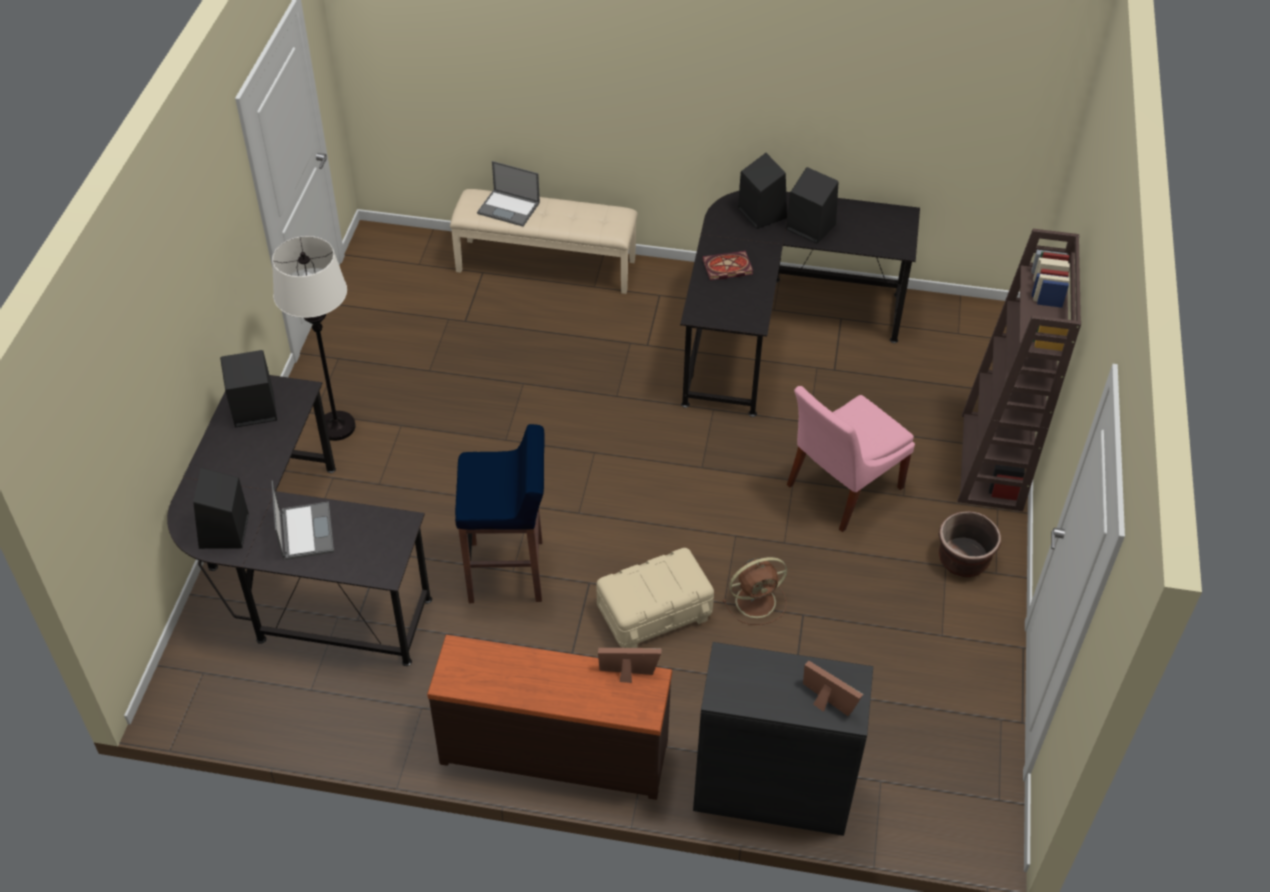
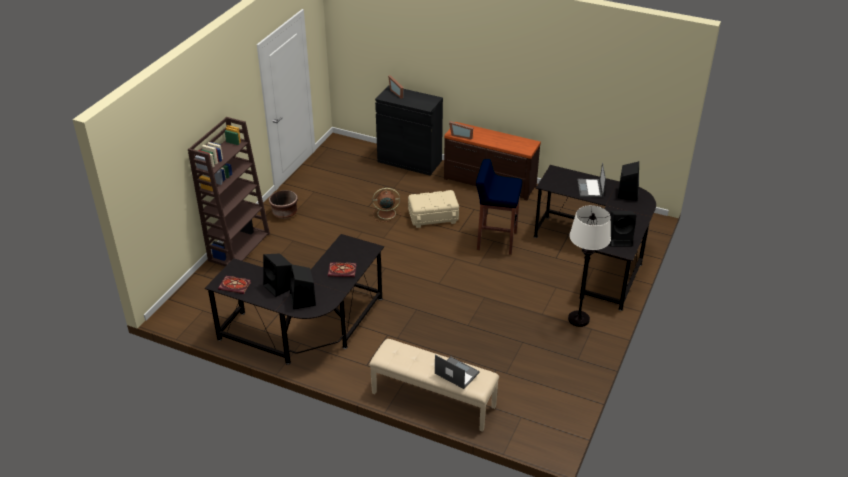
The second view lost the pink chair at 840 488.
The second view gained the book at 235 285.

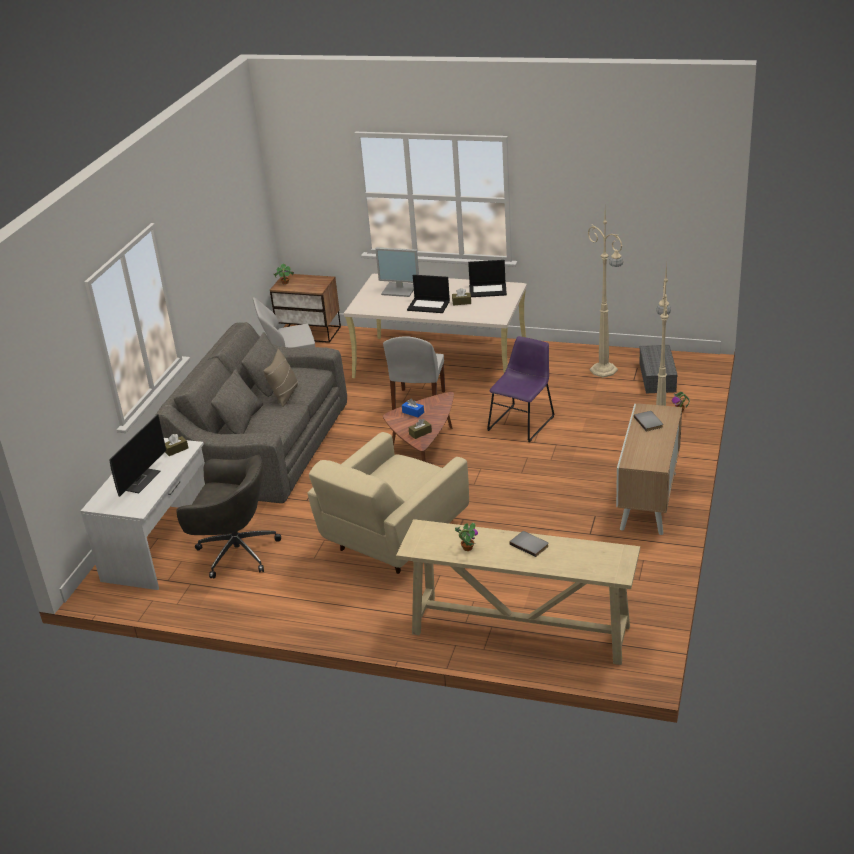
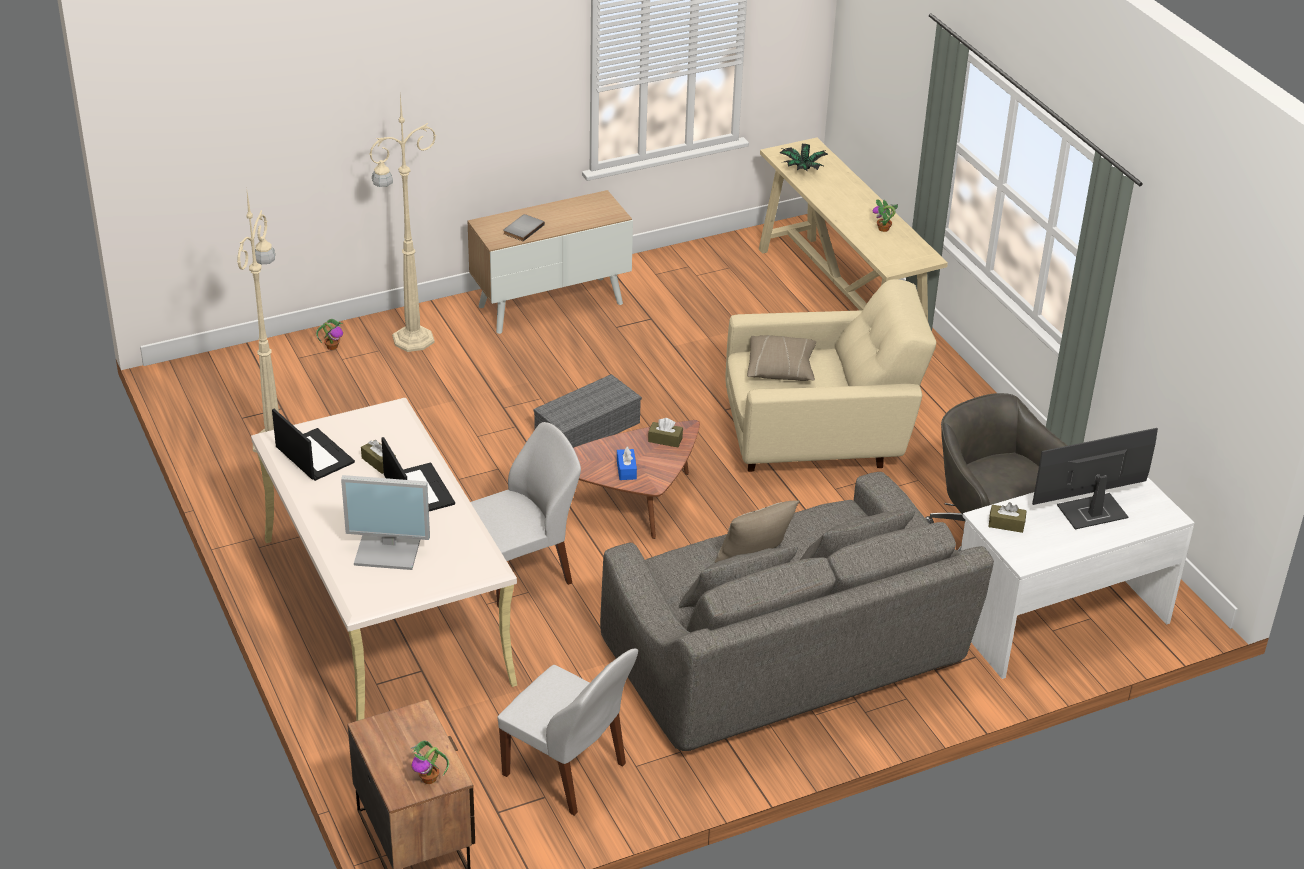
The monitor at 400 289 ended up facing another way, 120 degrees clockwise from before.
The second view lost the purple chair at 522 422.
The grey storage box ended up elsewhere, having gone from 658 377 to 588 427.
The second view lost the grey book at 530 544.
The second view gained the potted plant at 802 169.
The second view gained the beige pillow at 781 369.

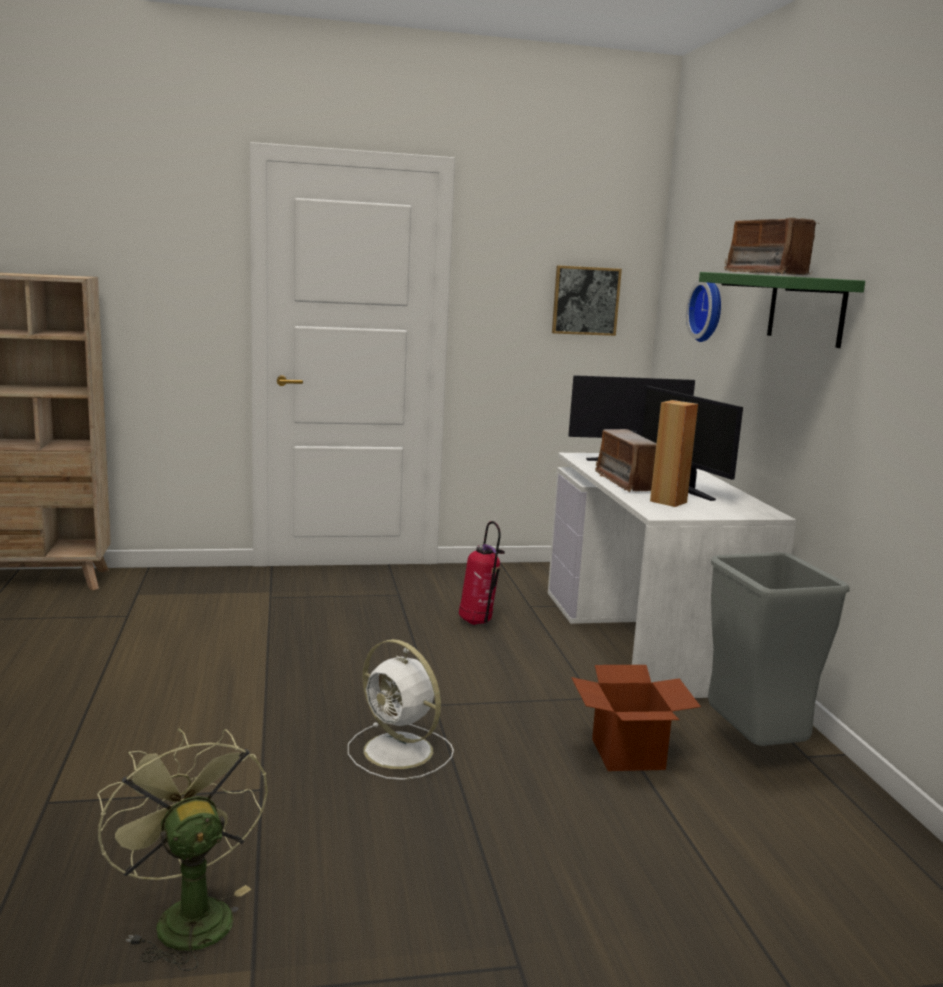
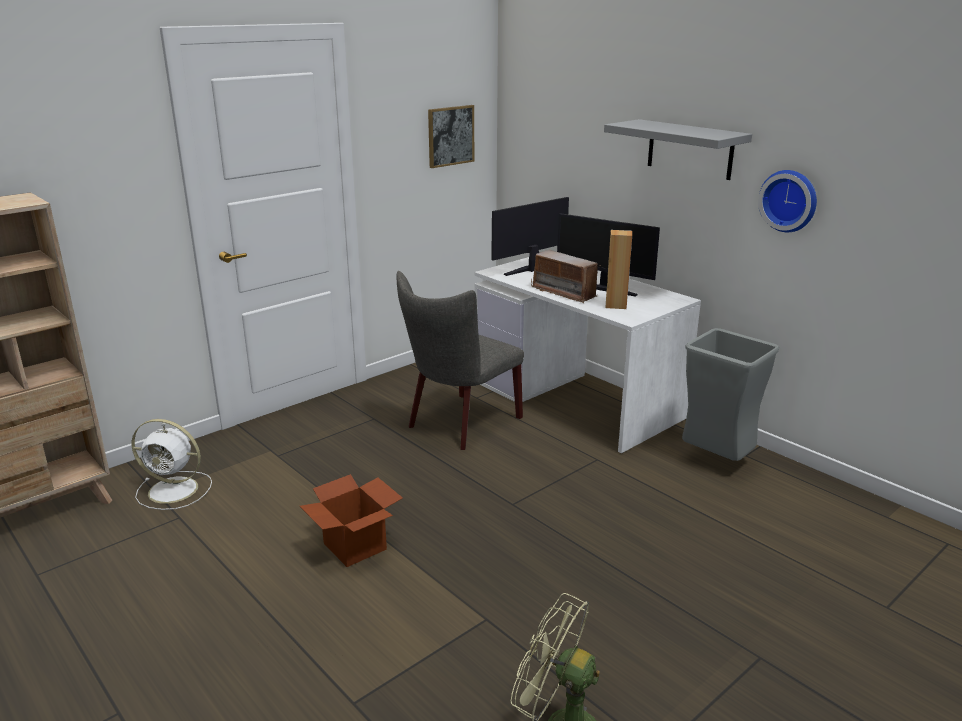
The second view lost the radio at 767 274.
What was the green shelf at 806 309 turned into the grey shelf at 690 149.
The wall clock ended up elsewhere, having gone from 709 310 to 789 200.
Where the fire extinguisher stood at 478 622, the grey chair came to stand at 459 424.
The white fan ended up elsewhere, having gone from 401 752 to 175 490.
The cardboard box ended up elsewhere, having gone from 627 754 to 354 546.

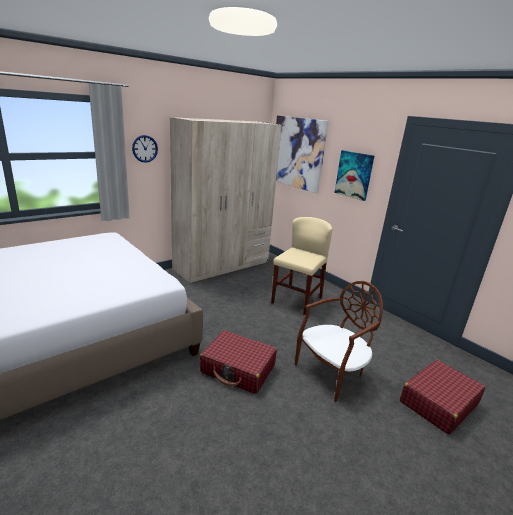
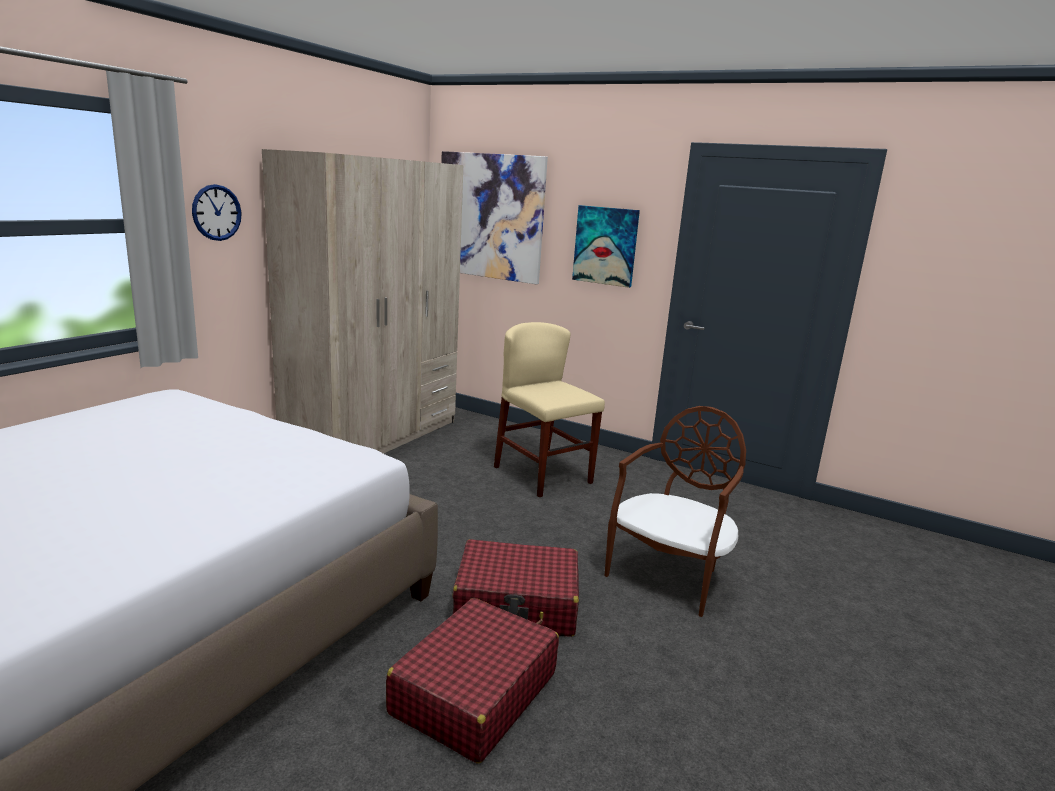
The beige chair at 297 300 ended up facing another way, 45 degrees counterclockwise from before.
The red suitcase ended up elsewhere, having gone from 438 403 to 473 693.

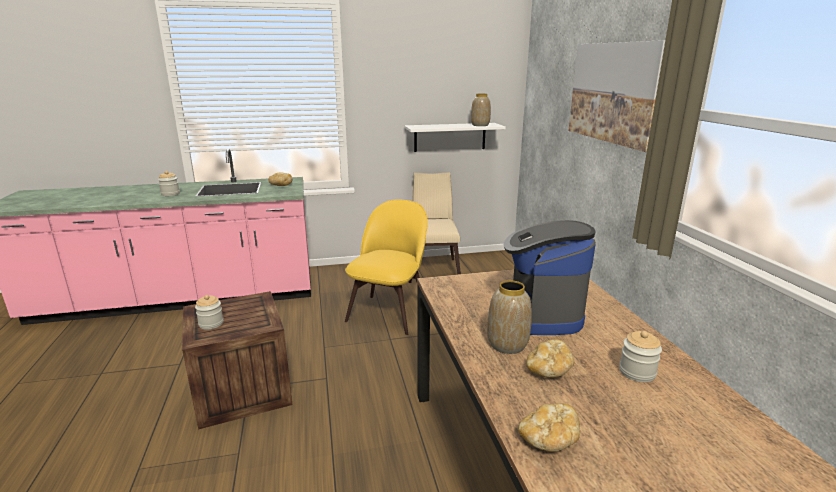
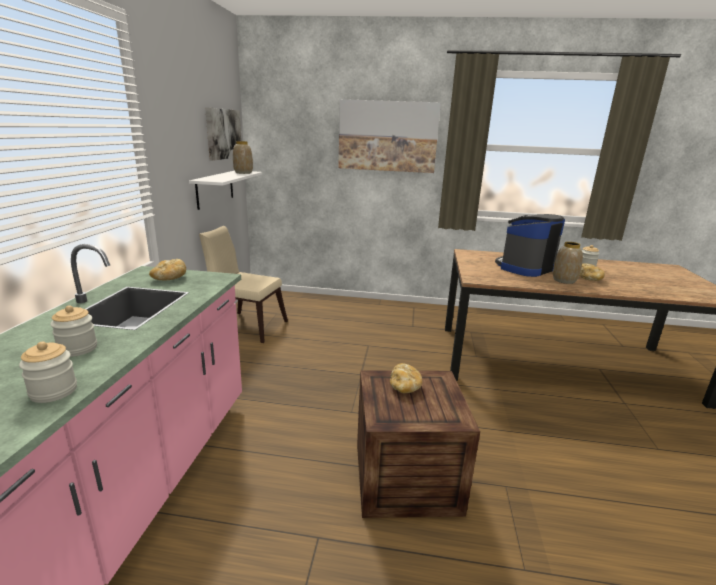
The second view lost the yellow chair at 389 312.
The coffee machine at 538 313 ended up facing another way, 120 degrees clockwise from before.
The jar ended up elsewhere, having gone from 211 324 to 53 391.
The bread ended up elsewhere, having gone from 549 440 to 404 387.
The second view gained the picture at 223 134.

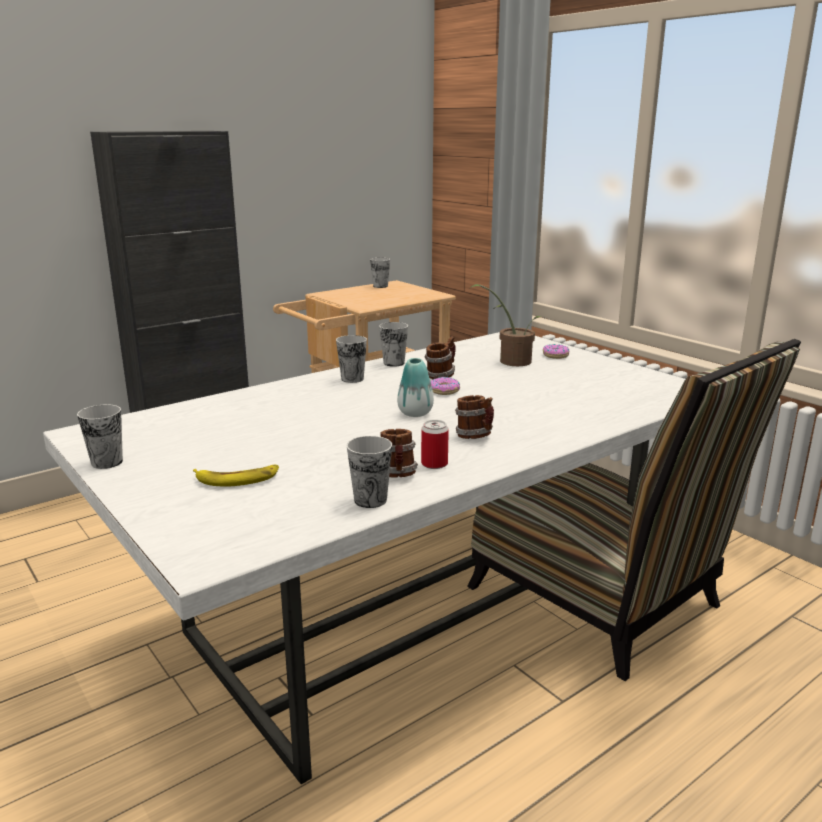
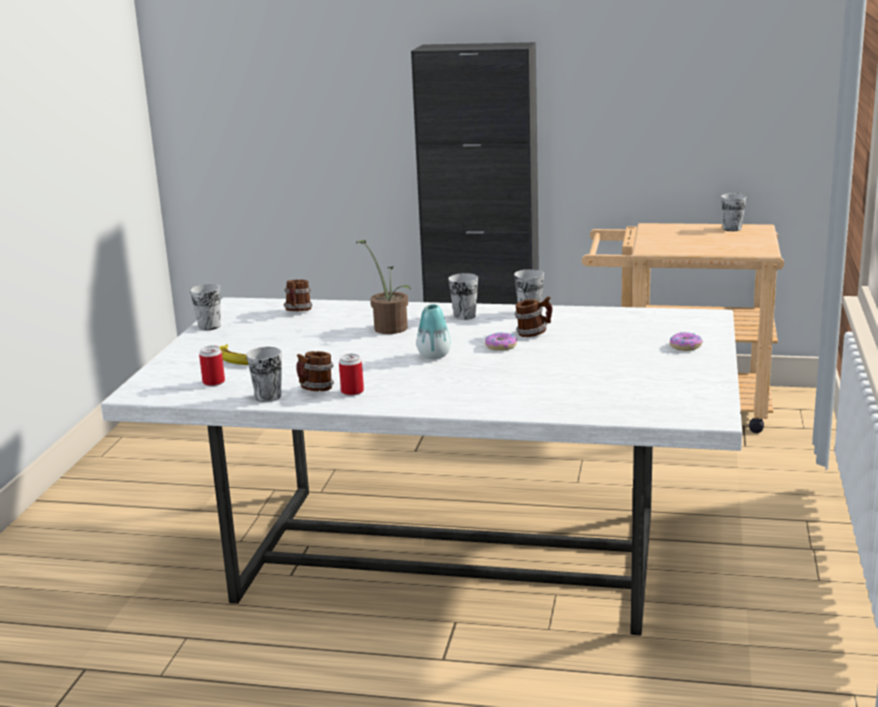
The potted plant ended up elsewhere, having gone from 510 361 to 389 326.
The second view lost the chair at 605 604.
The mug ended up elsewhere, having gone from 475 437 to 298 311.
The second view gained the can at 214 382.

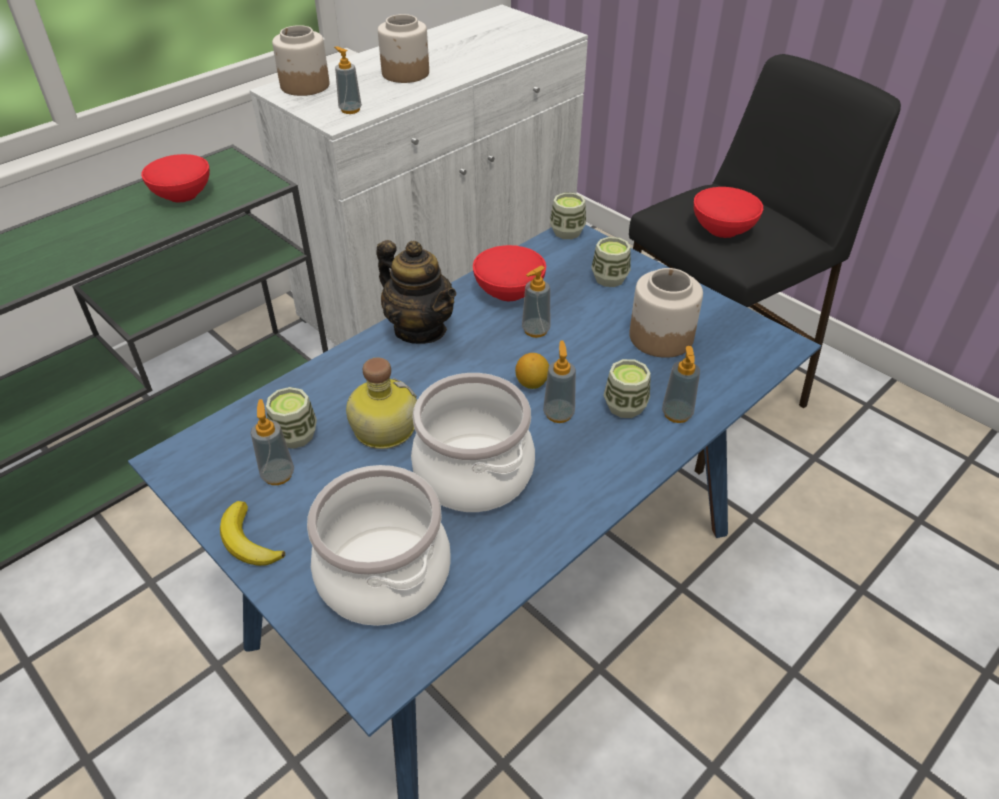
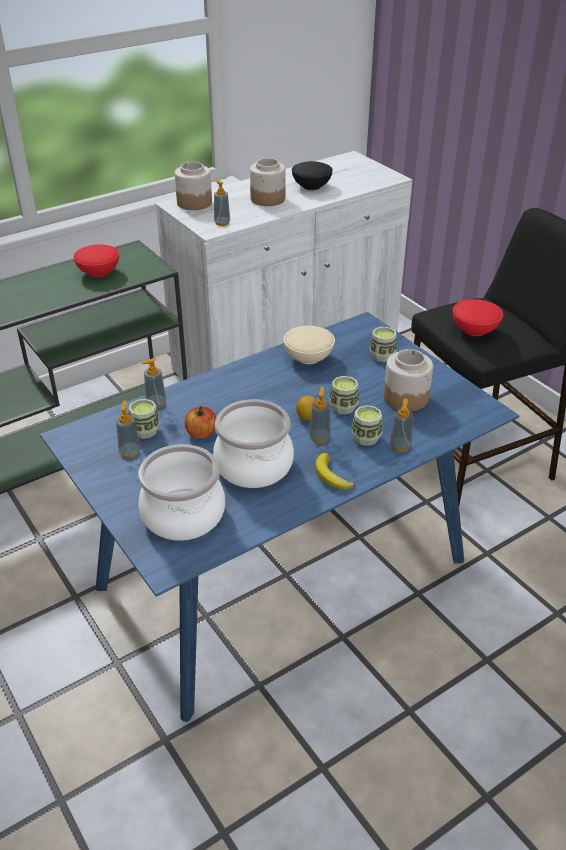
The cup ended up elsewhere, having gone from 567 232 to 343 407.
The second view lost the teapot at 420 329.
What was the red bowl at 508 292 turned into the beige bowl at 308 358.
The soap dispenser ended up elsewhere, having gone from 535 330 to 156 403.
Where the bottle stood at 382 428, the apple came to stand at 201 433.
The banana ended up elsewhere, having gone from 248 541 to 331 476.
The second view gained the black bowl at 311 186.

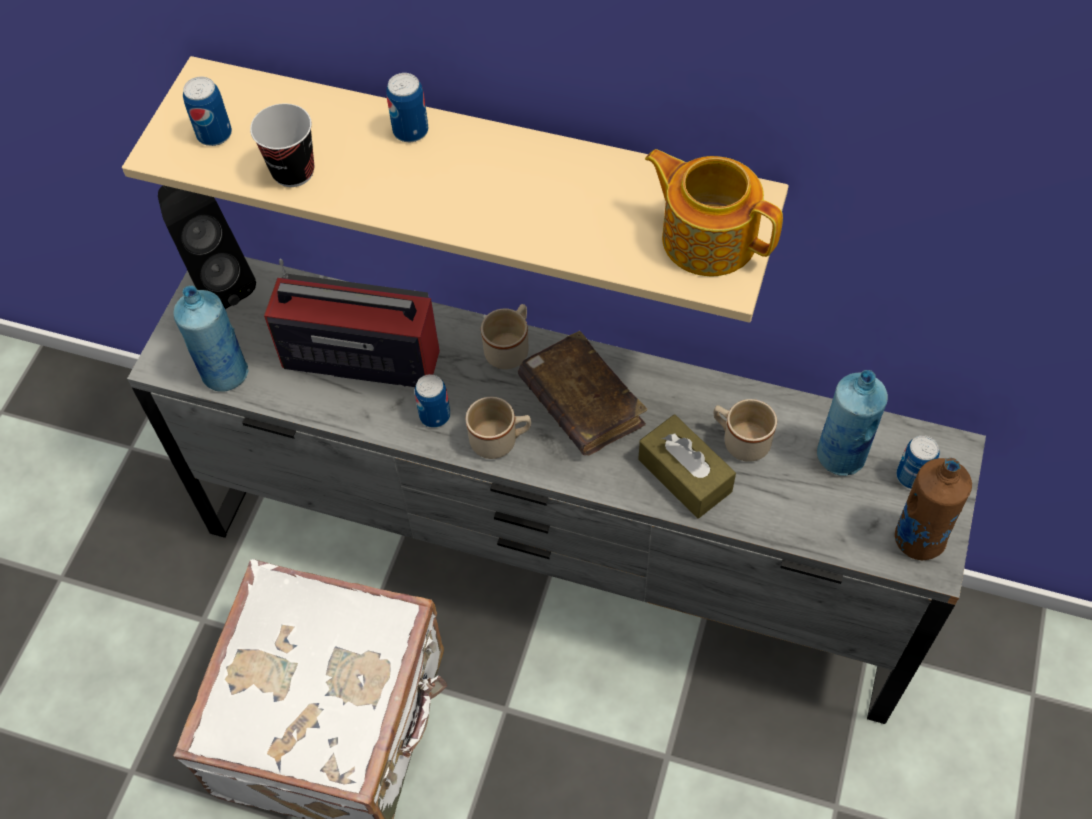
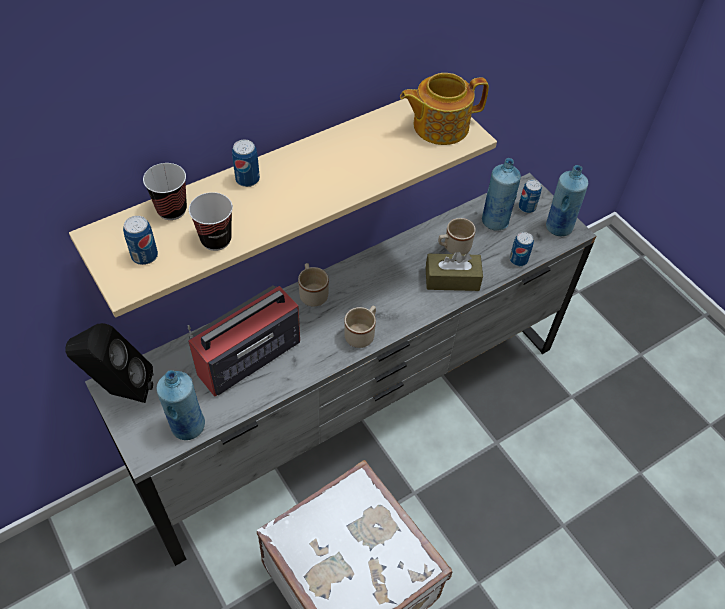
The second view lost the brown book at 581 403.
The can ended up elsewhere, having gone from 435 415 to 518 260.
What was the brown bottle at 918 538 turned into the blue bottle at 558 227.
The second view gained the cup at 172 210.

